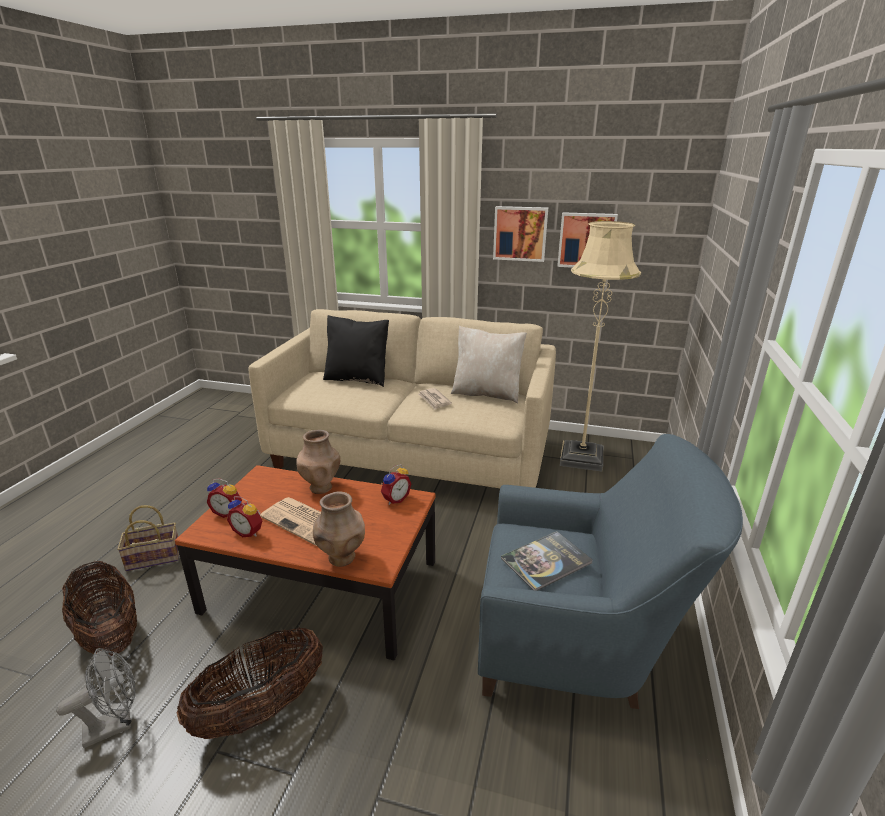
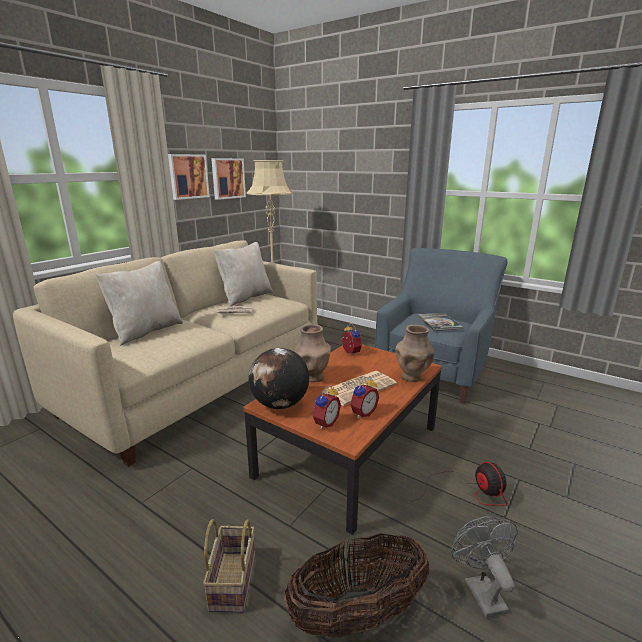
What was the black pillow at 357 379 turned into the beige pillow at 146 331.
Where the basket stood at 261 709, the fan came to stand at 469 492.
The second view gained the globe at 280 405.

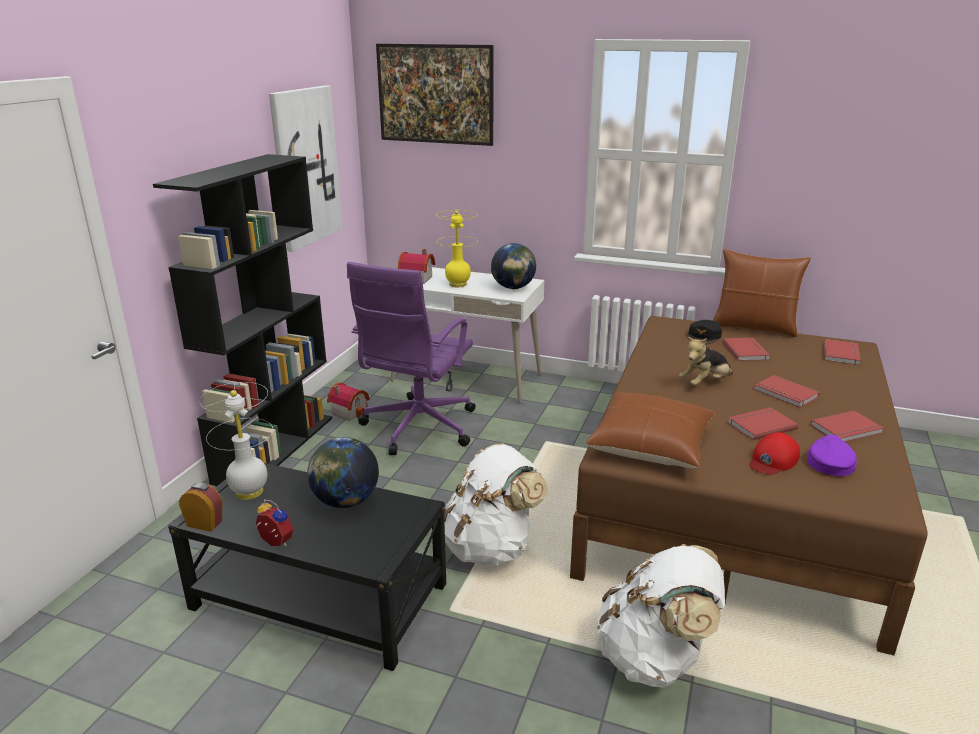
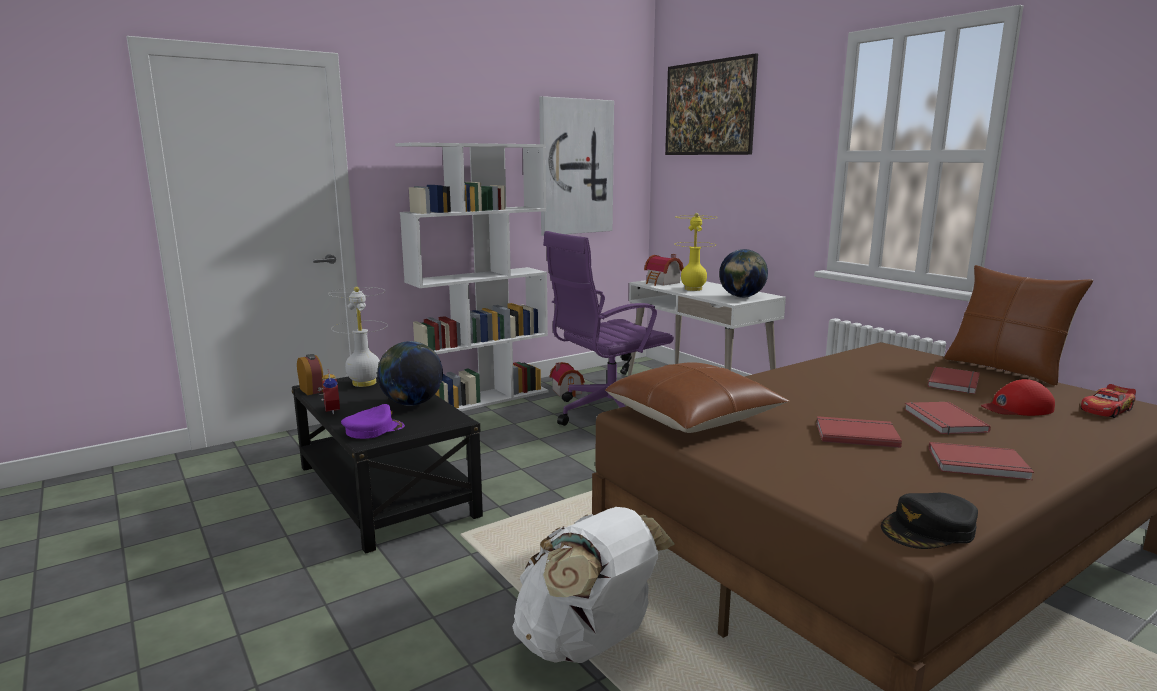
What was the black bookcase at 275 448 turned into the white bookcase at 482 399.
The black cap ended up elsewhere, having gone from 704 336 to 929 530.
The second view lost the plush toy at 705 383.
Where the red book stood at 842 354, the toy car came to stand at 1106 410.
The red cap ended up elsewhere, having gone from 772 460 to 1017 408.
The purple cap ended up elsewhere, having gone from 829 462 to 373 429.
The second view lost the white backpack at 490 547.

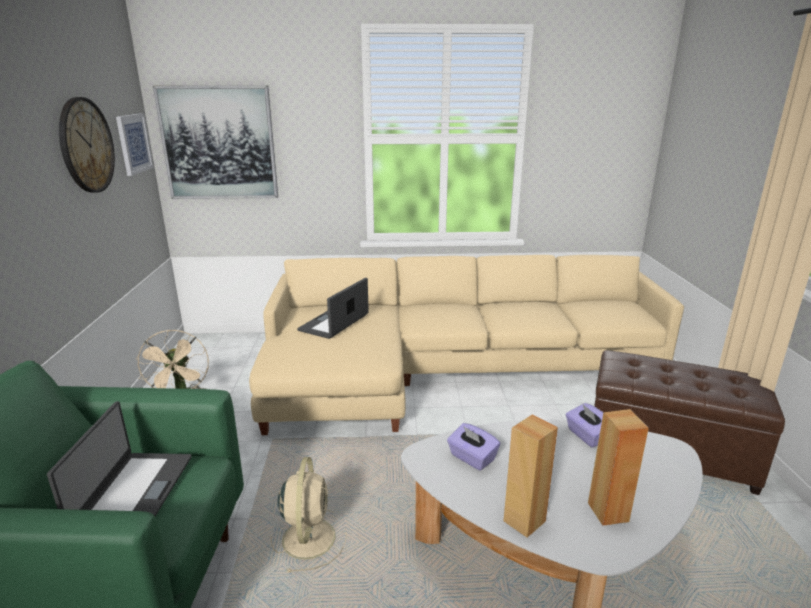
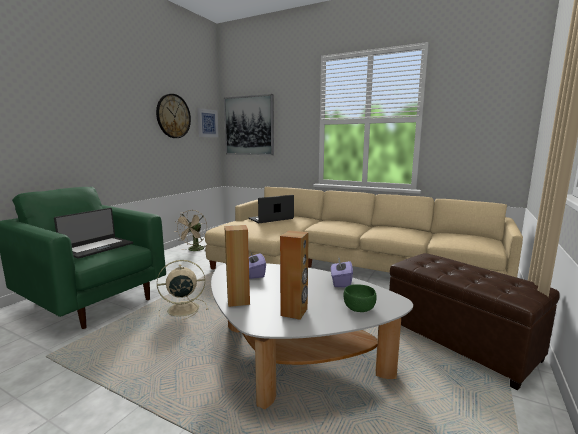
The beige fan at 309 536 ended up facing another way, 135 degrees counterclockwise from before.
The second view gained the green bowl at 359 308.

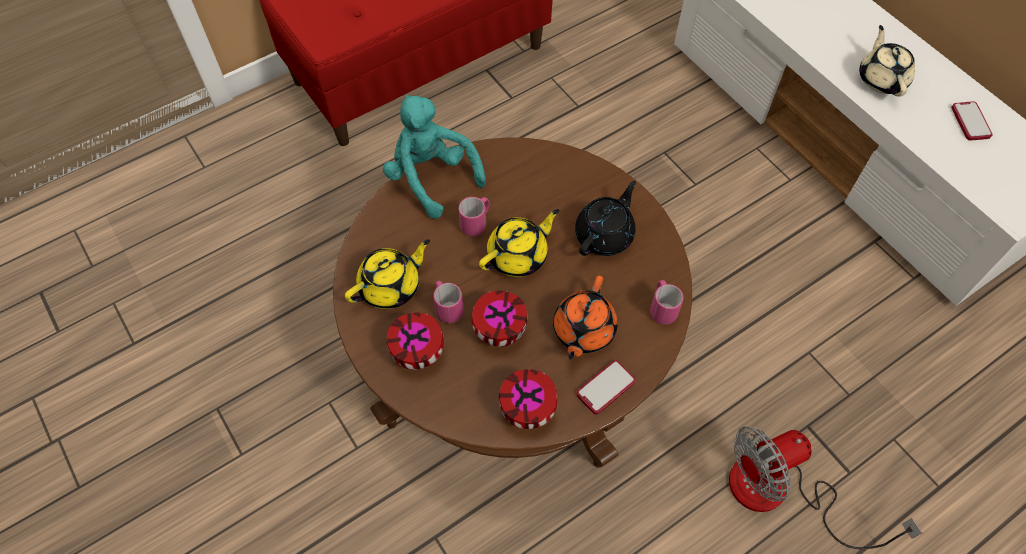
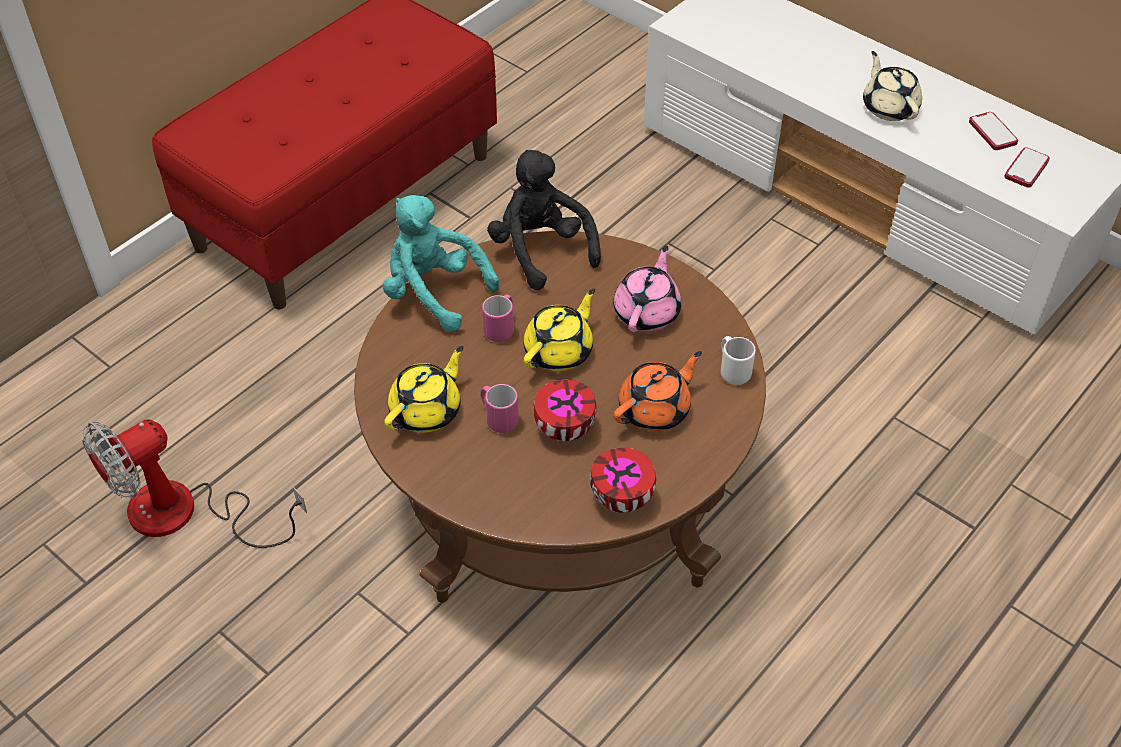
What was the black teapot at 605 235 turned into the pink teapot at 647 311.
The orange teapot at 583 331 ended up facing another way, 135 degrees counterclockwise from before.
What was the pink mug at 662 308 turned into the white mug at 732 370.
The second view lost the bowl at 419 353.
The phone ended up elsewhere, having gone from 605 388 to 1026 169.
The fan ended up elsewhere, having gone from 779 493 to 185 514.
The second view gained the black plush toy at 540 250.

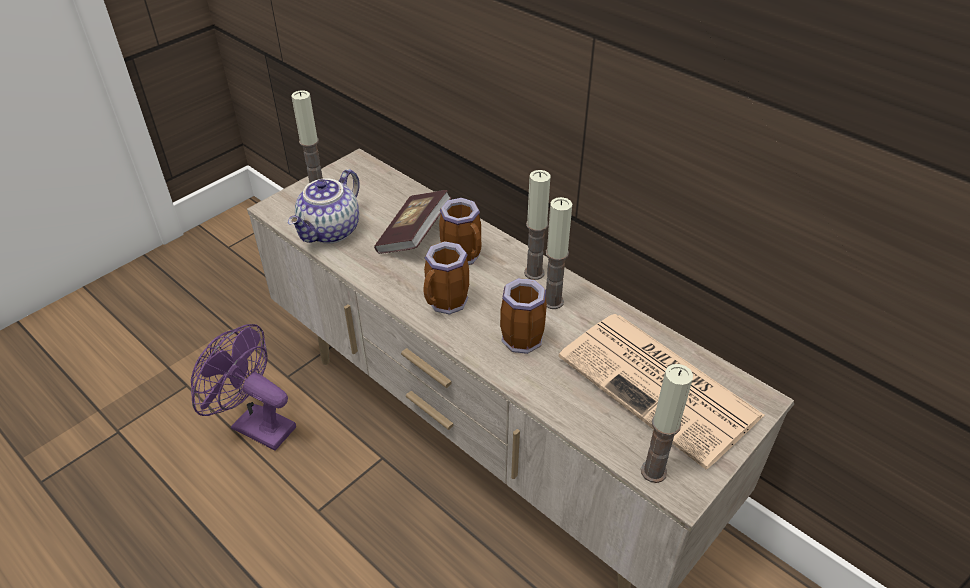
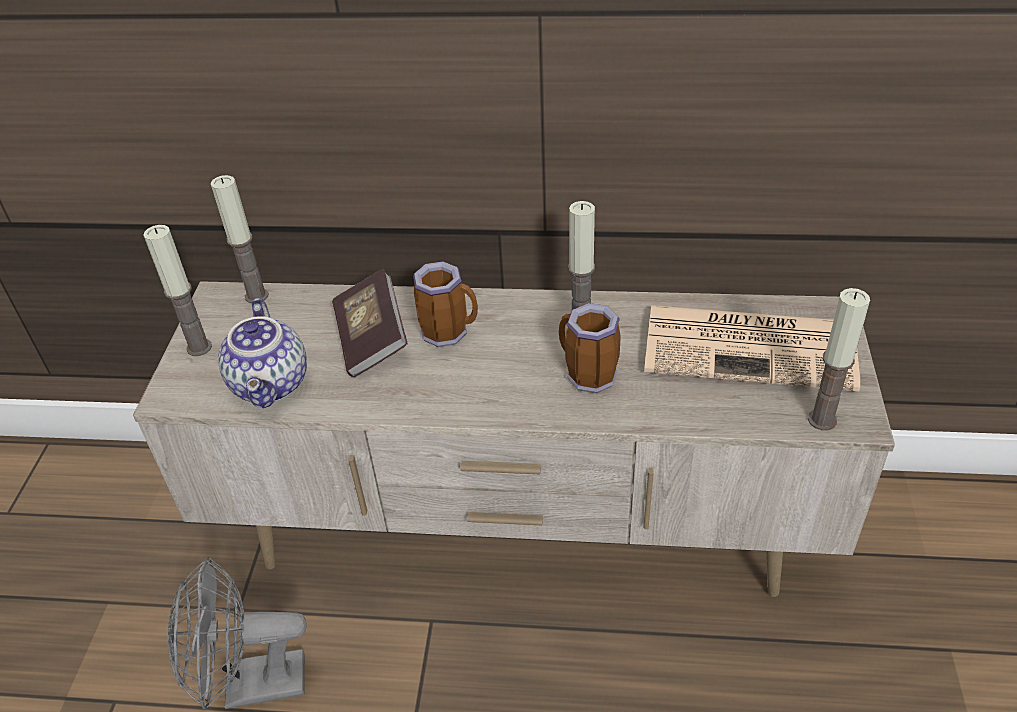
The candle ended up elsewhere, having gone from 534 273 to 256 296.
The second view lost the mug at 446 304.
What was the purple fan at 255 425 turned into the grey fan at 251 685.

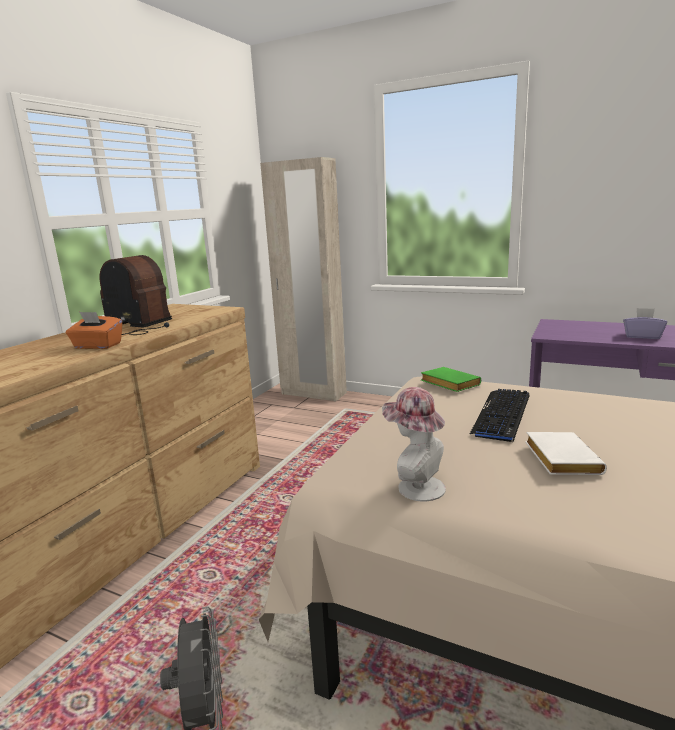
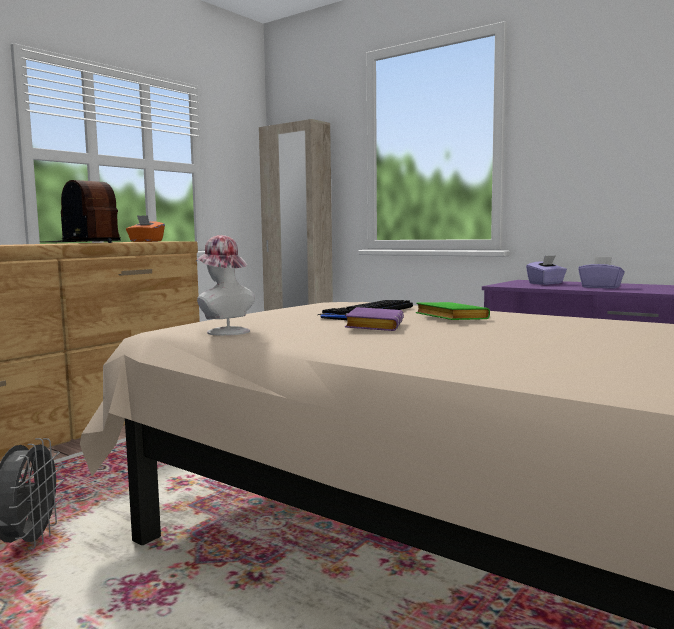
The orange tissue box ended up elsewhere, having gone from 97 346 to 146 241.
The green book ended up elsewhere, having gone from 448 384 to 448 318.
What was the white book at 559 459 turned into the purple book at 373 326.
The second view gained the purple tissue box at 546 283.

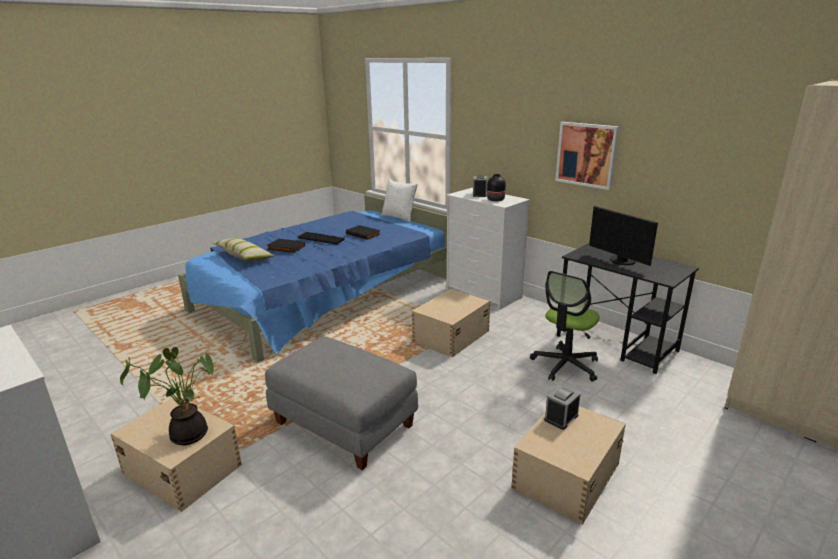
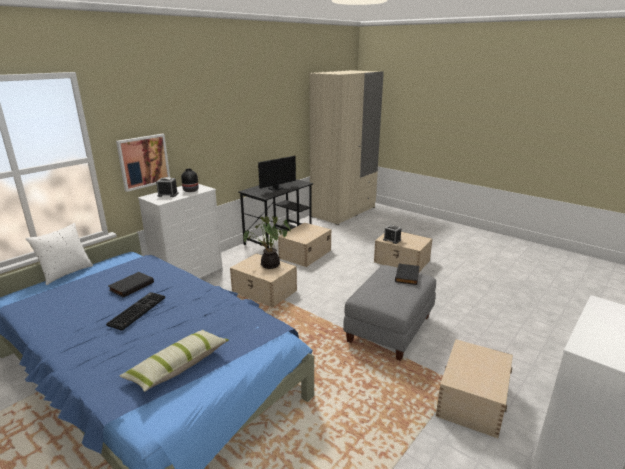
The picture ended up elsewhere, having gone from 586 154 to 143 161.
The black book ended up elsewhere, having gone from 285 248 to 408 276.
Where the office chair stood at 565 365, the beige storage box came to stand at 304 254.
The potted plant ended up elsewhere, having gone from 188 433 to 269 265.

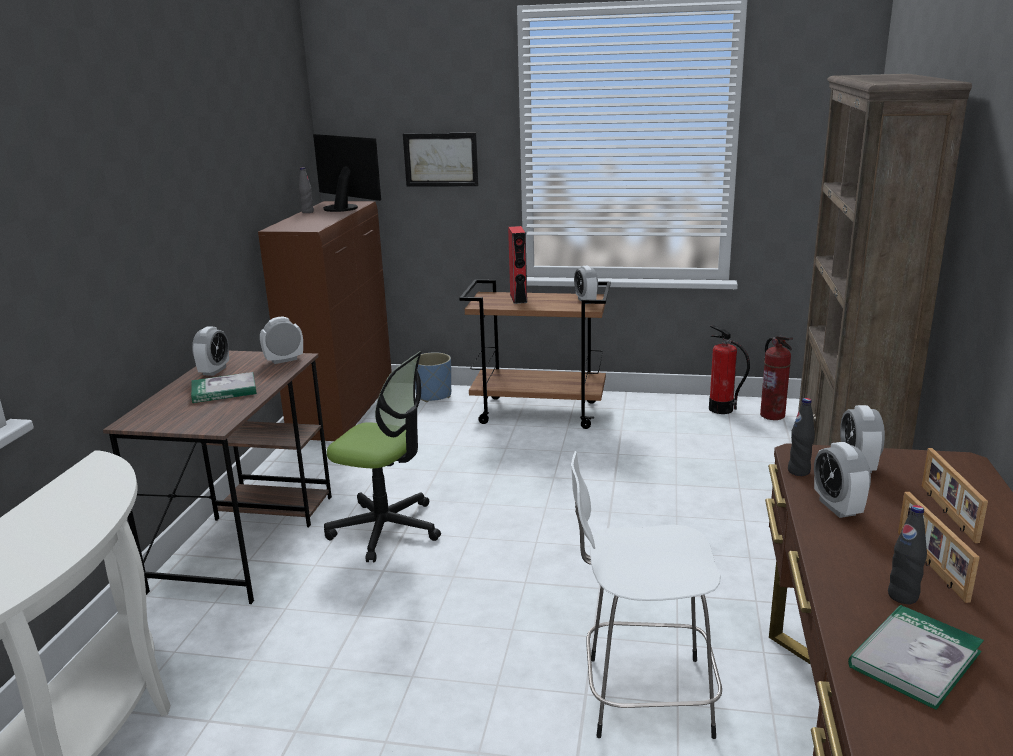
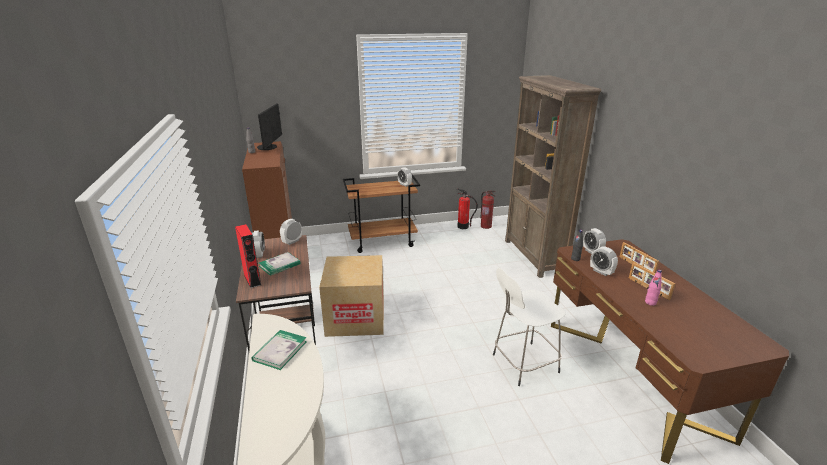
The second view lost the picture at 441 159.
The monitor at 343 208 ended up facing another way, 75 degrees clockwise from before.
The red speaker ended up elsewhere, having gone from 518 298 to 252 280.
Where the office chair stood at 386 529, the cardboard box came to stand at 355 317.
The second view lost the blue planter at 434 395.
What was the black bottle at 902 596 turned into the pink bottle at 650 302.
The book ended up elsewhere, having gone from 914 659 to 280 351.

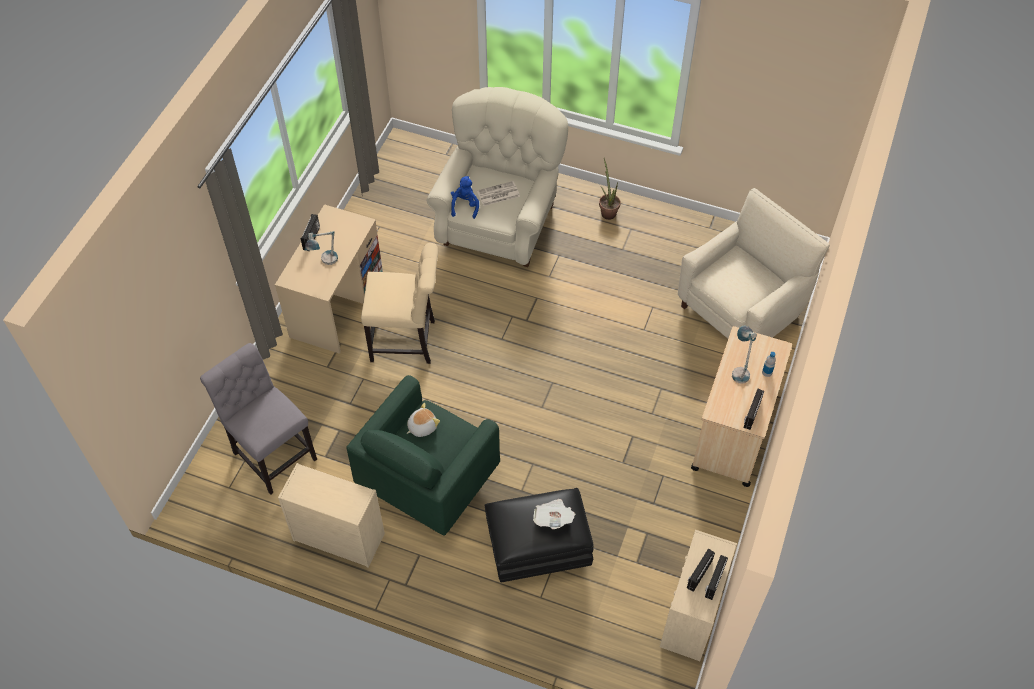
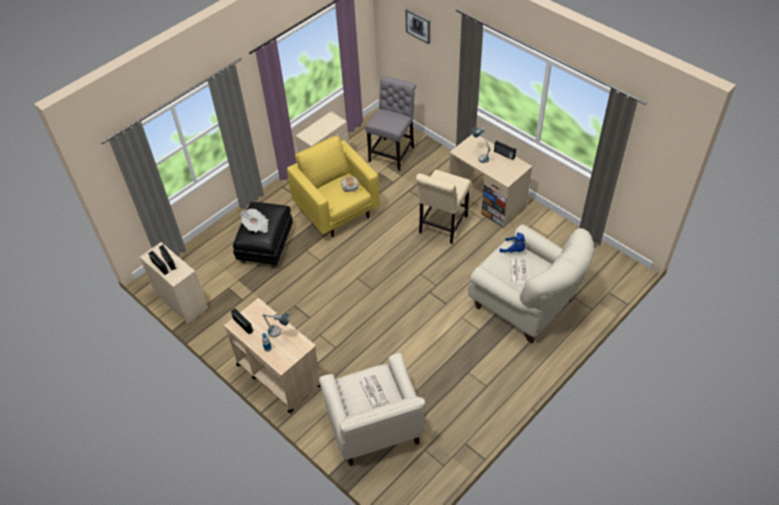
The second view lost the potted plant at 607 211.
The grey chair at 272 453 ended up facing another way, 45 degrees counterclockwise from before.
What was the green armchair at 428 482 turned into the yellow armchair at 337 211.
The second view gained the picture at 418 25.
The second view gained the newspaper at 372 390.

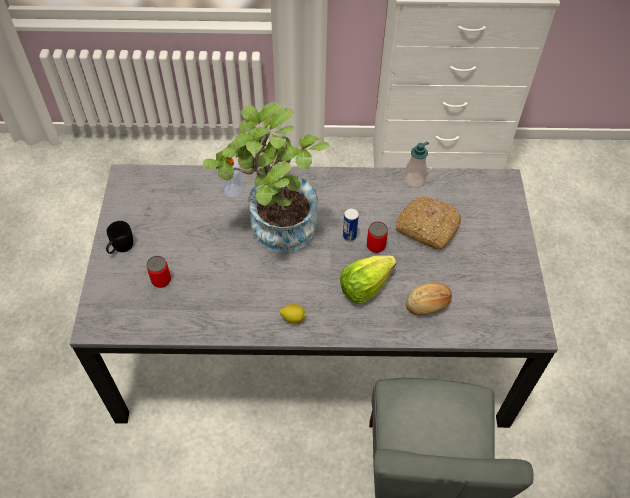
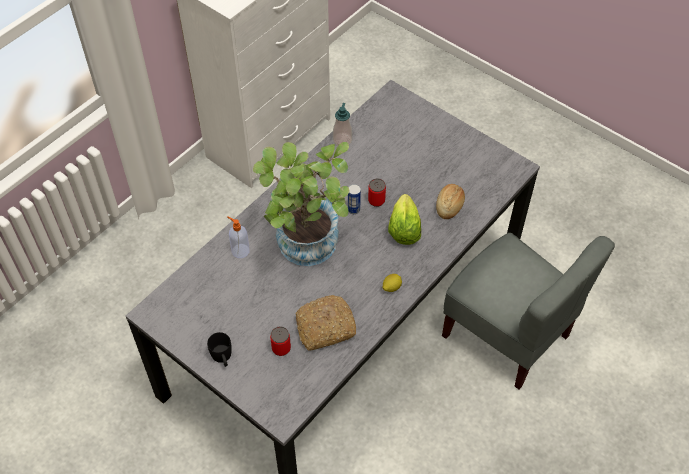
The bread ended up elsewhere, having gone from 426 227 to 325 328.

